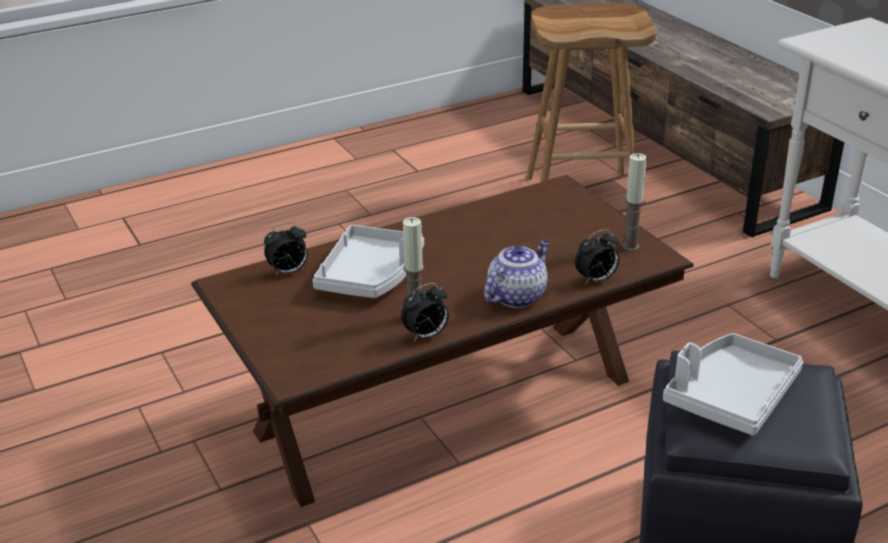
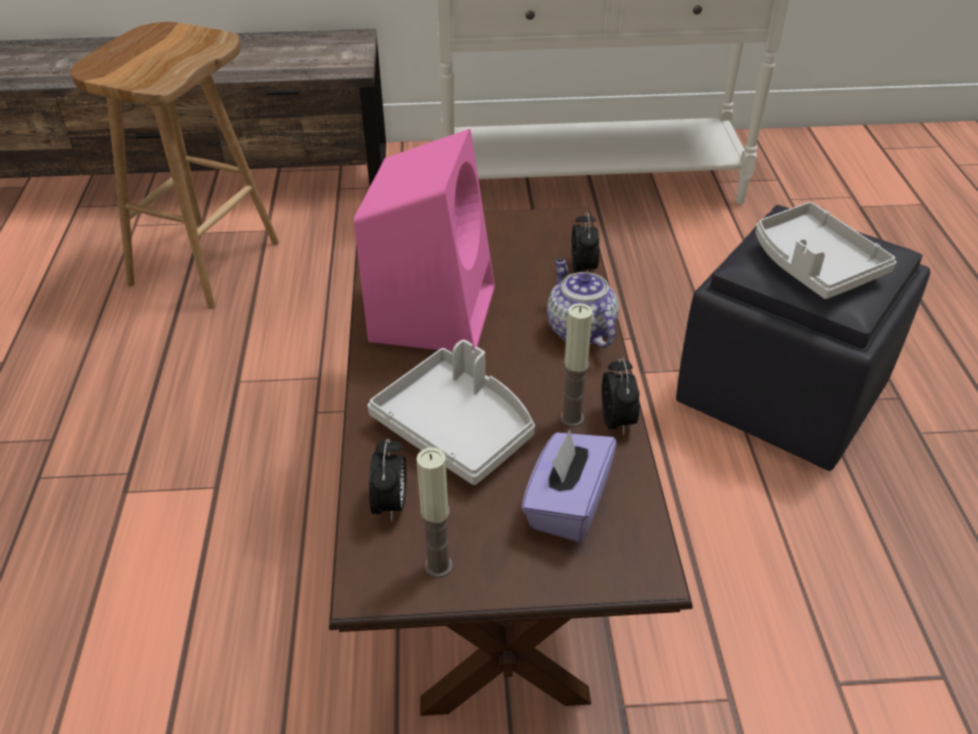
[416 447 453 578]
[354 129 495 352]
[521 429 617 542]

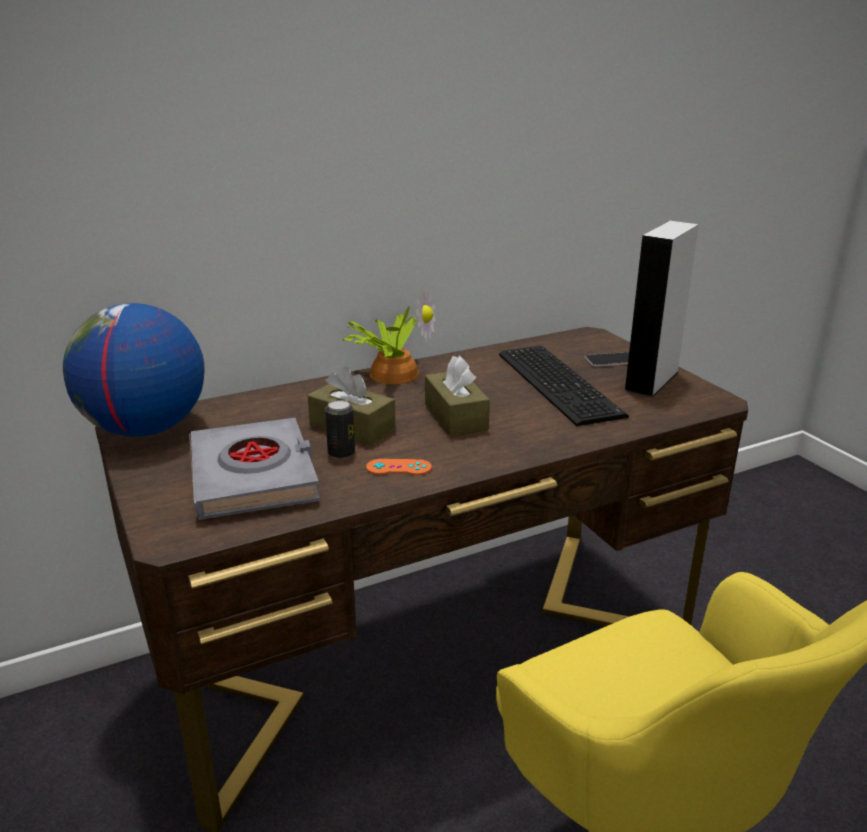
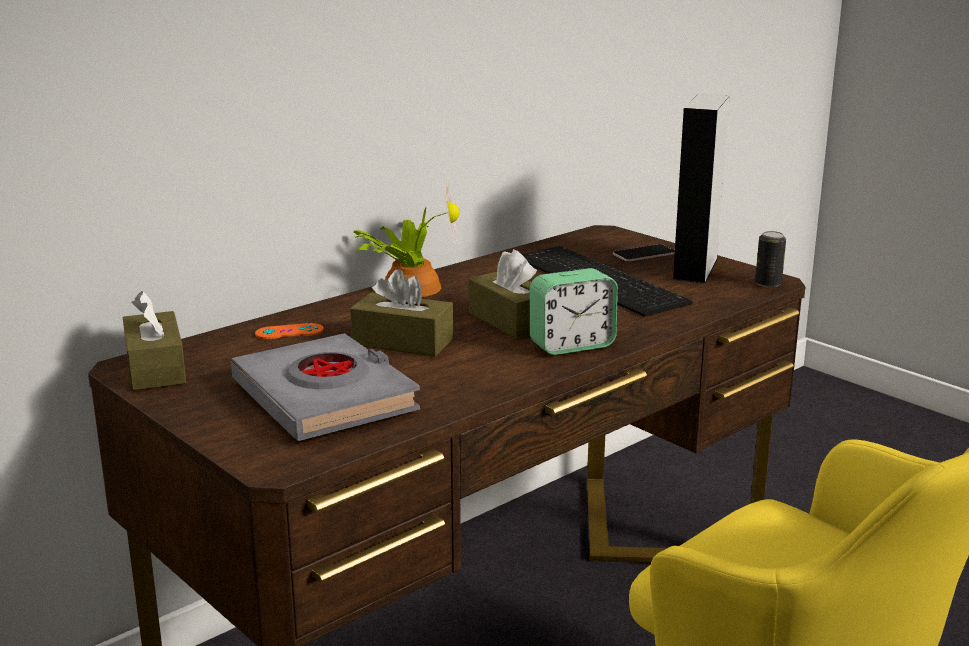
[123 291 186 391]
[755 231 786 288]
[255 323 324 339]
[530 268 618 355]

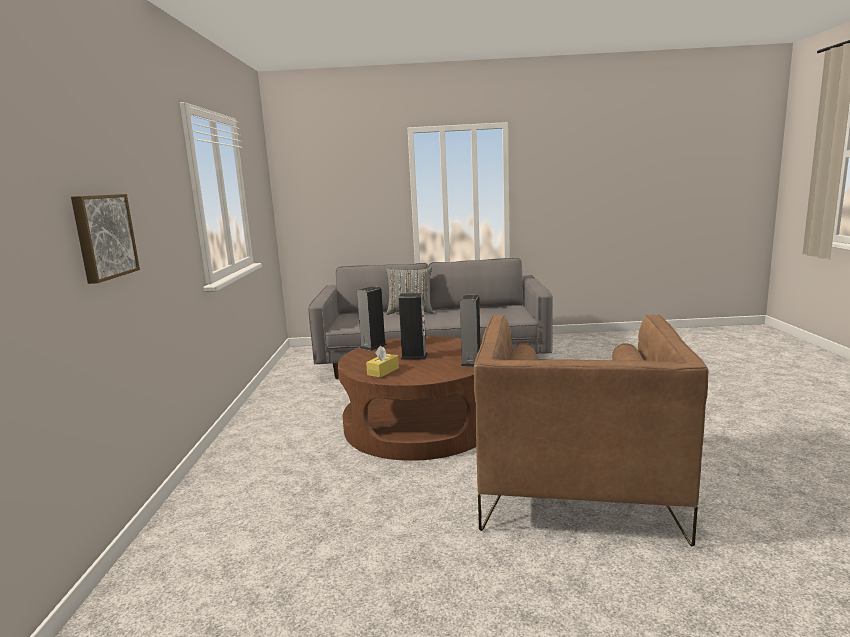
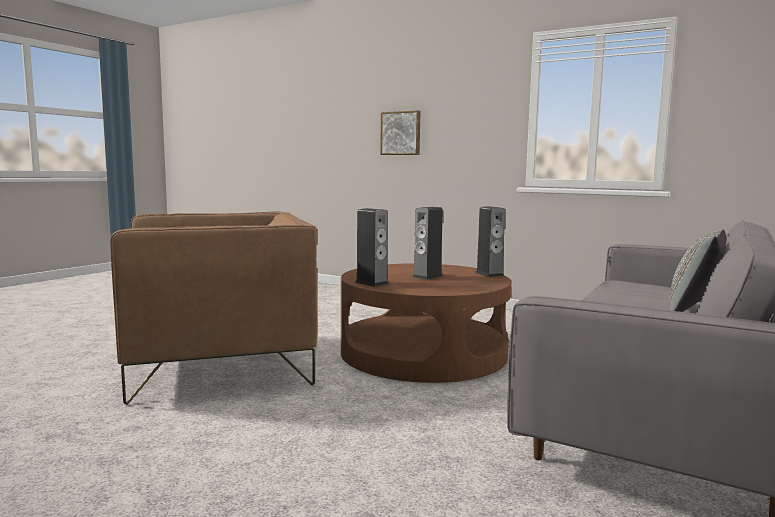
[110 211 317 405]
[366 346 399 378] (first image)

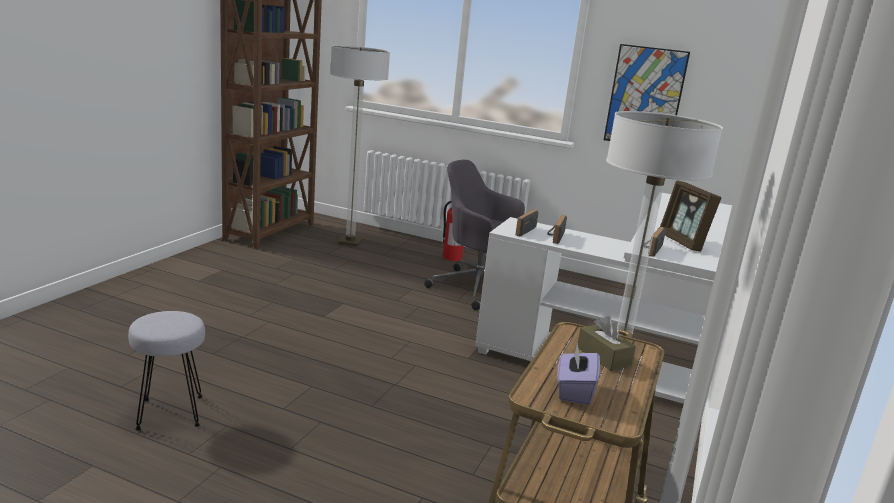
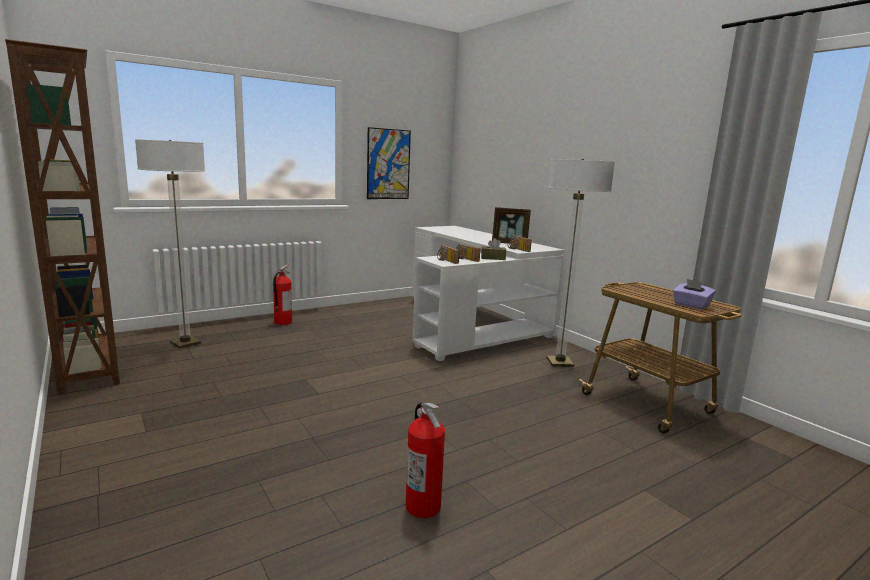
[424 160 525 310] (first image)
[406 402 445 518]
[481 238 506 260]

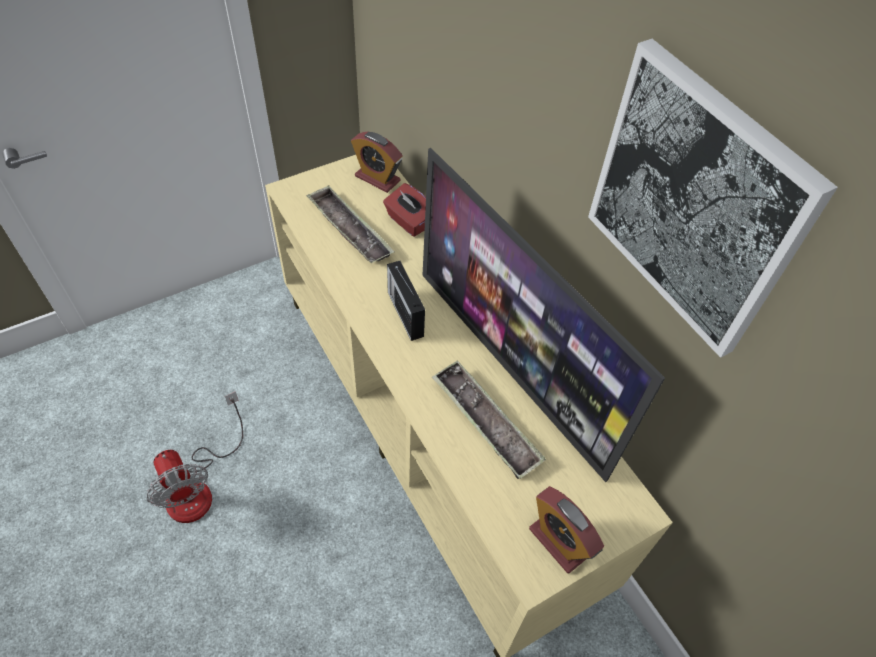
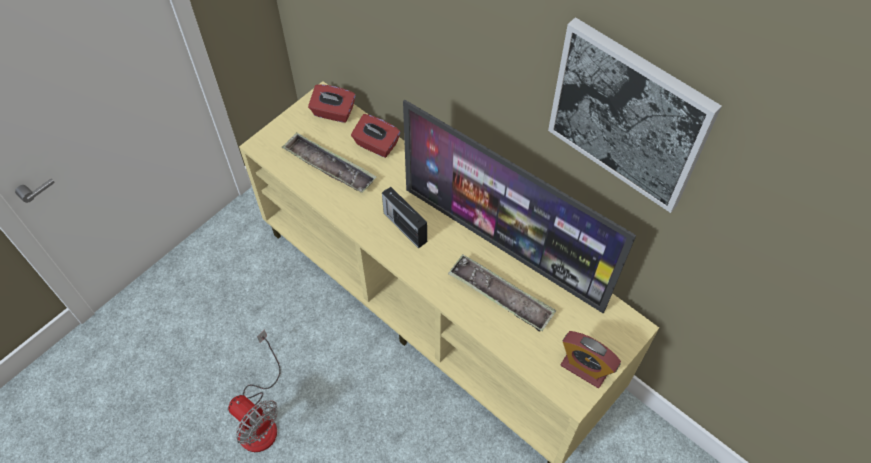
[308 84 356 123]

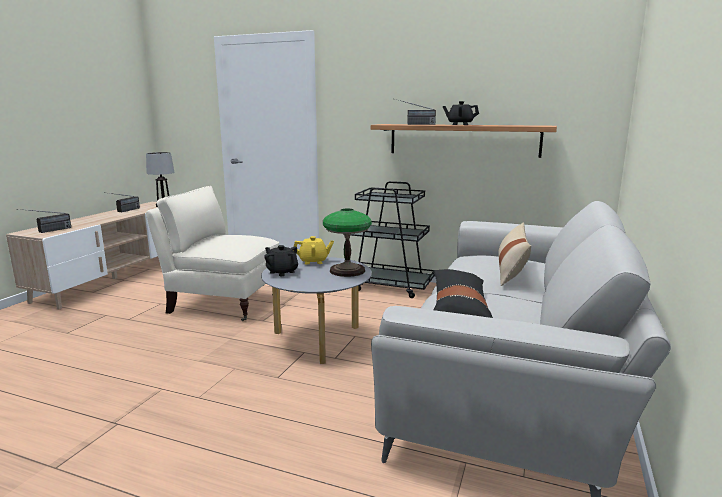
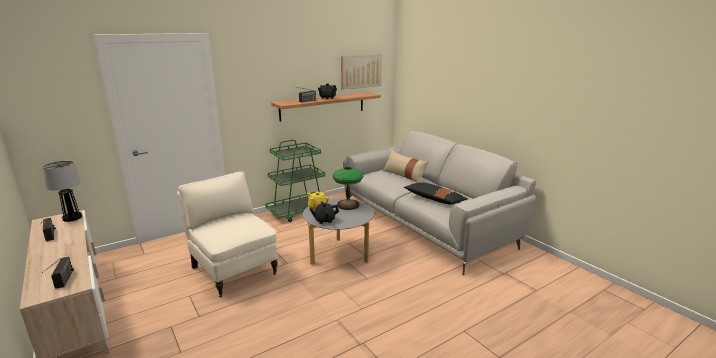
[265 140 325 222]
[177 172 278 297]
[341 54 382 90]

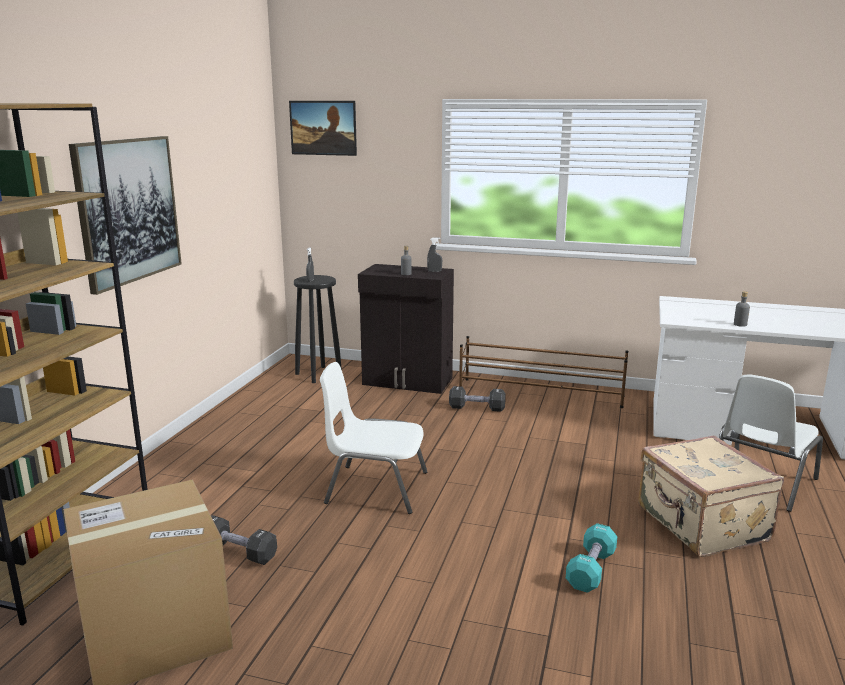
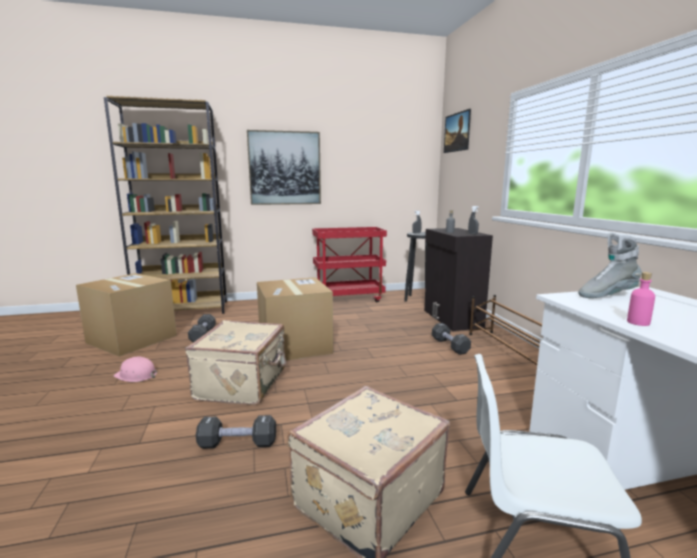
[627 272 655 326]
[257 277 333 361]
[196 415 276 449]
[312 227 387 302]
[578 233 642 298]
[185 320 286 405]
[114 356 157 382]

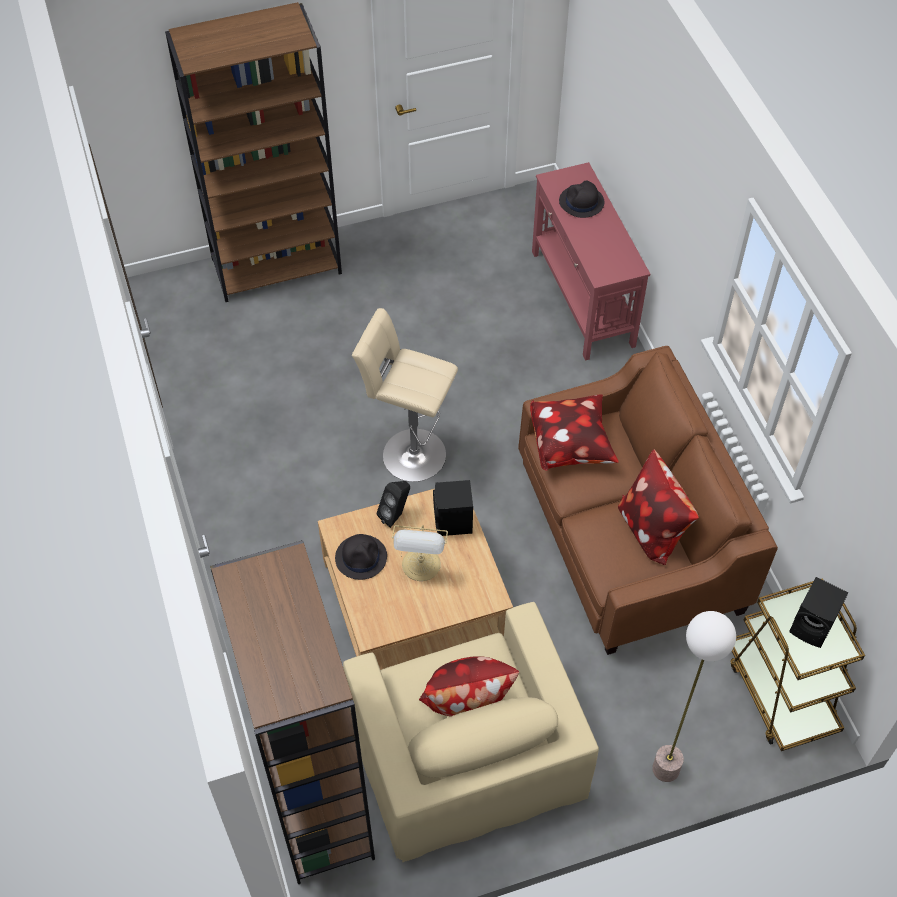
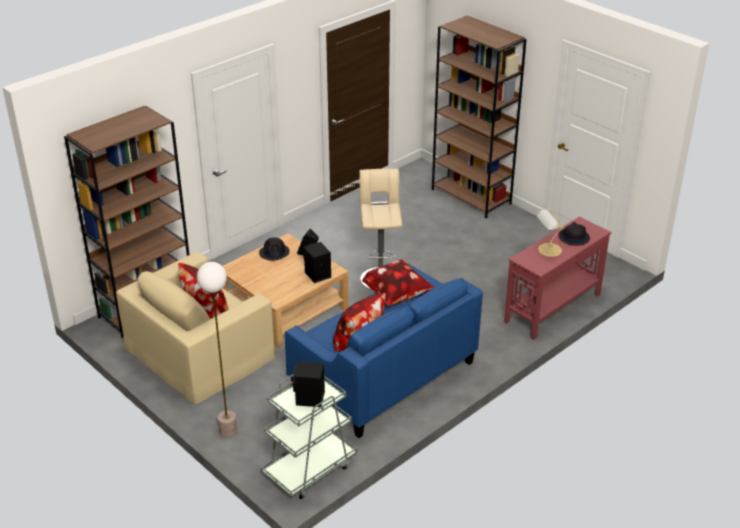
[285 263 483 438]
[537 209 564 257]
[261 374 358 499]

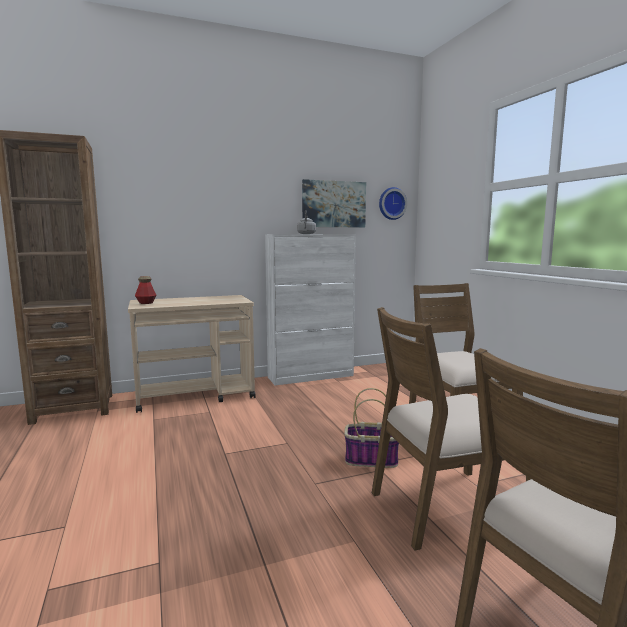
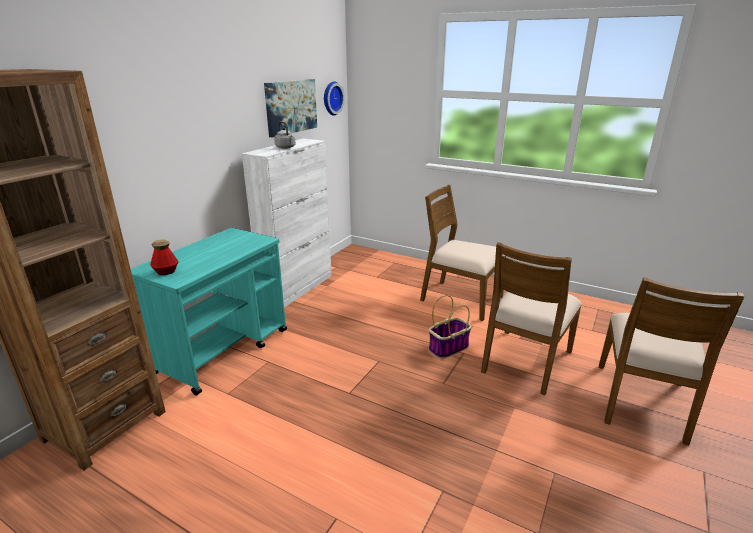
[131 228 287 396]

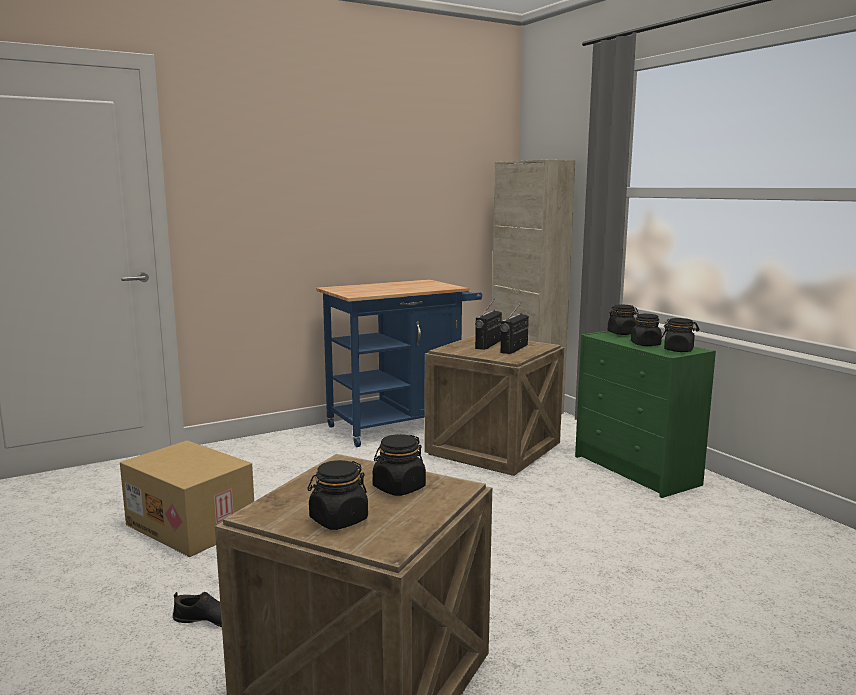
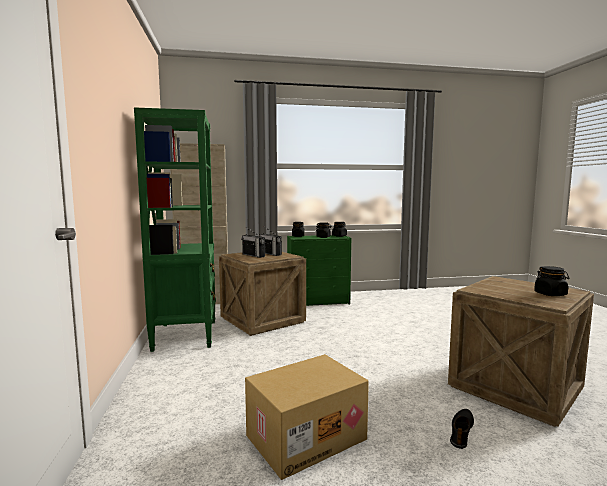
[134 107 216 352]
[373 434 426 496] (first image)

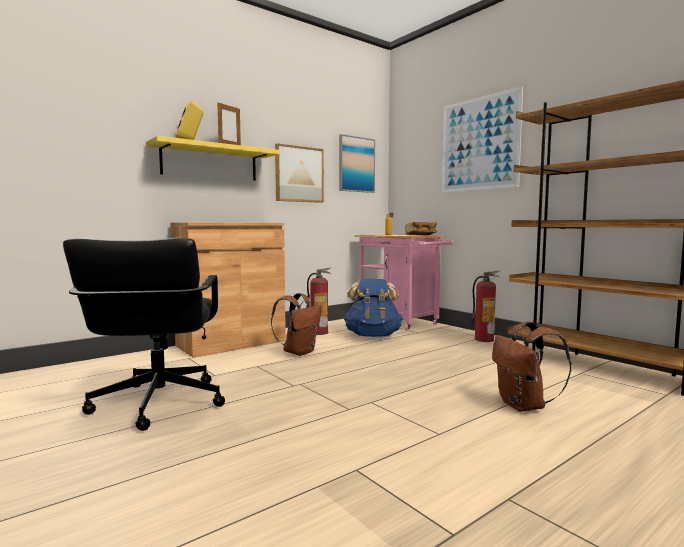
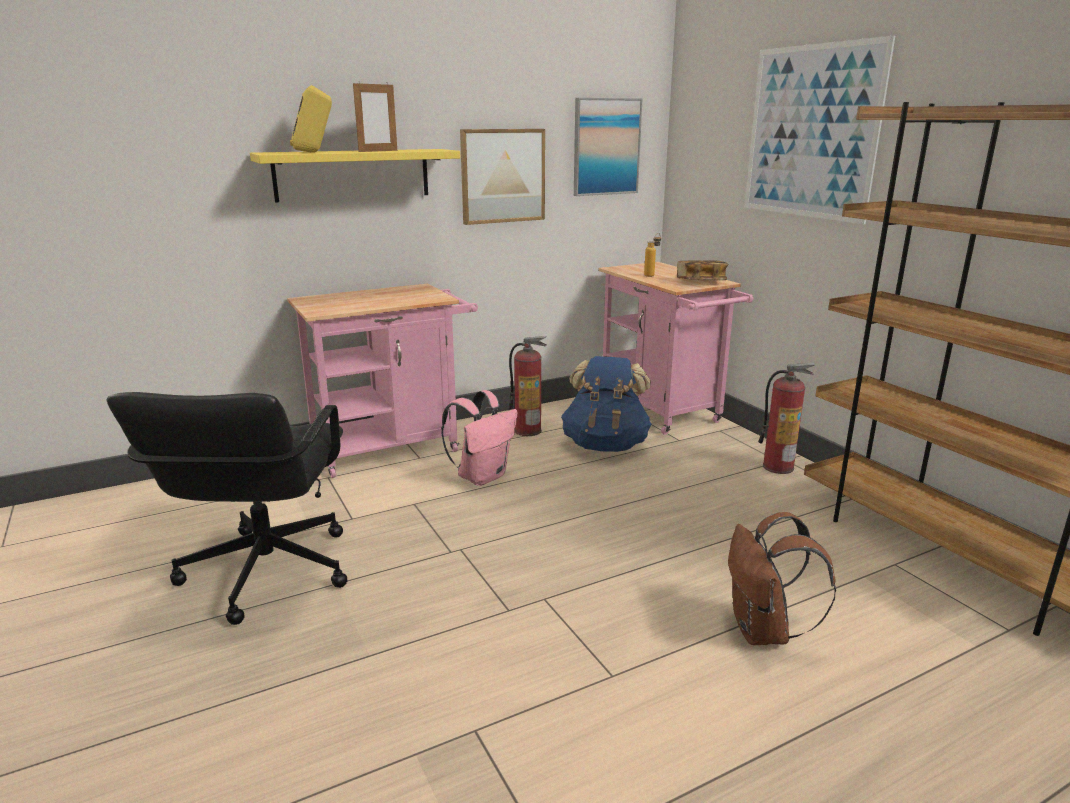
[287 284 478 478]
[441 390 517 486]

